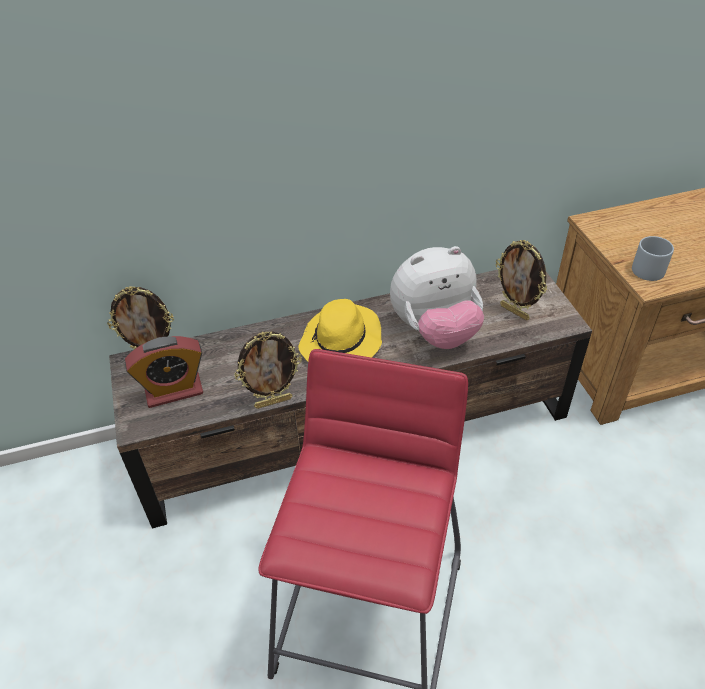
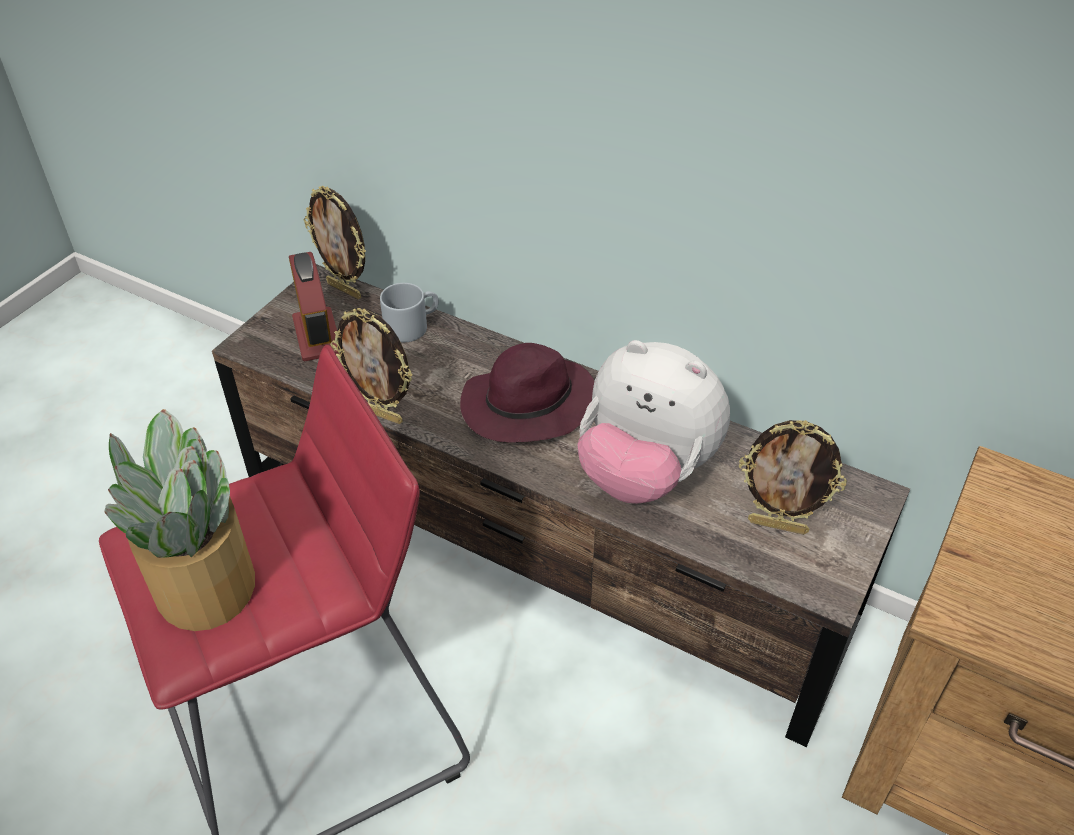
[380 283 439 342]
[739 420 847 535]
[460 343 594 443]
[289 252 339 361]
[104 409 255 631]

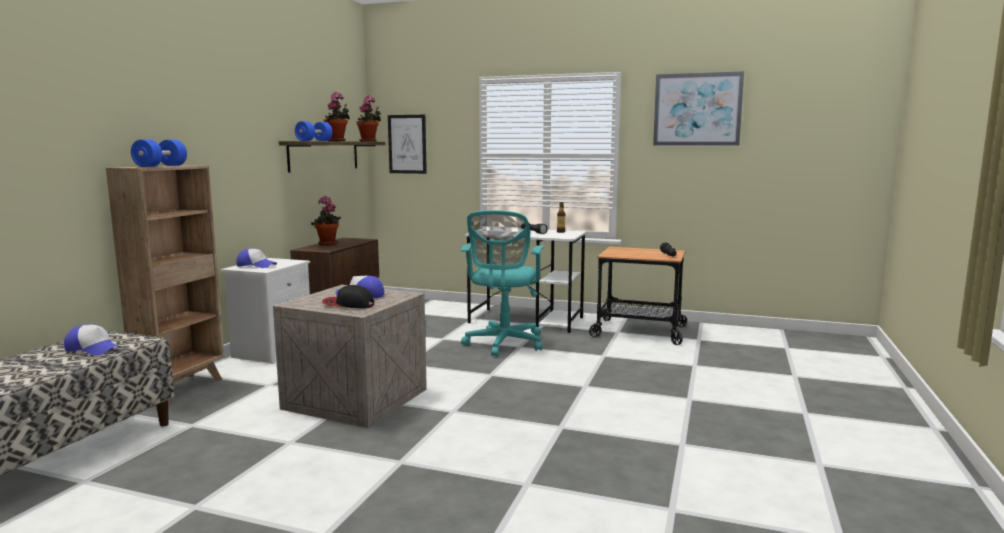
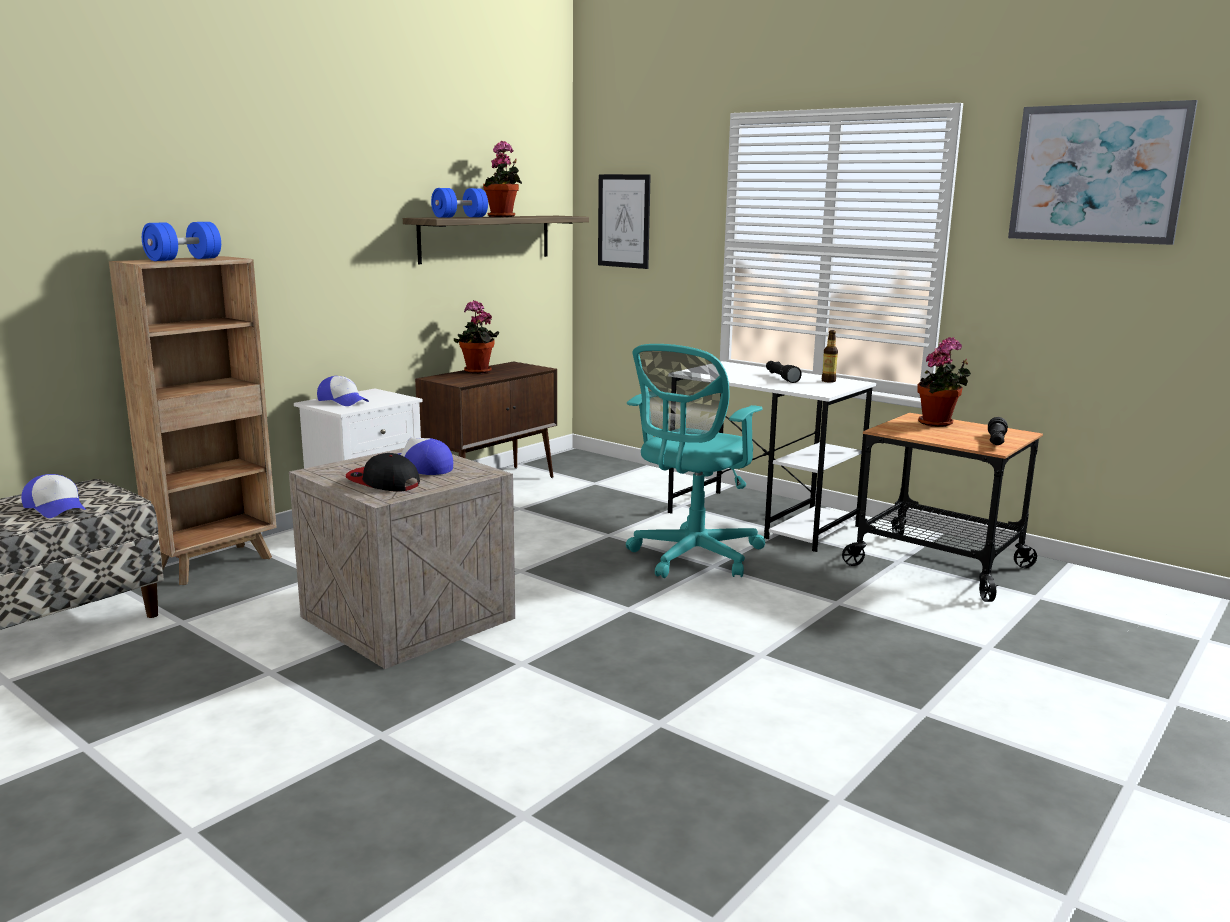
[917 337 971 427]

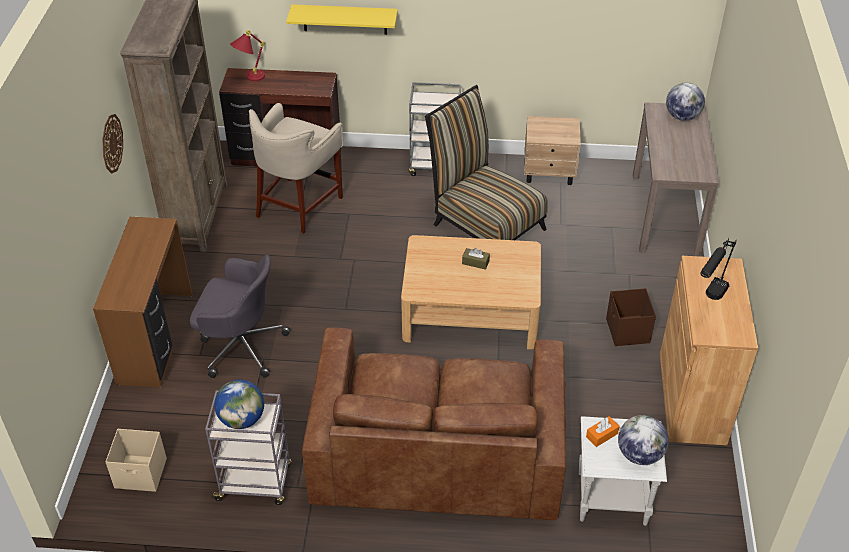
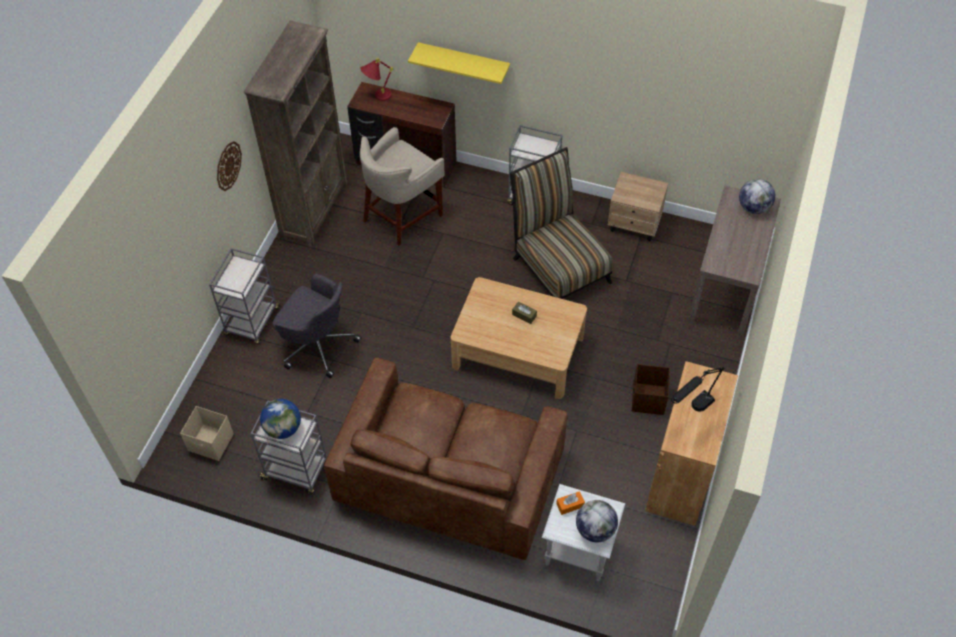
[209 248 281 345]

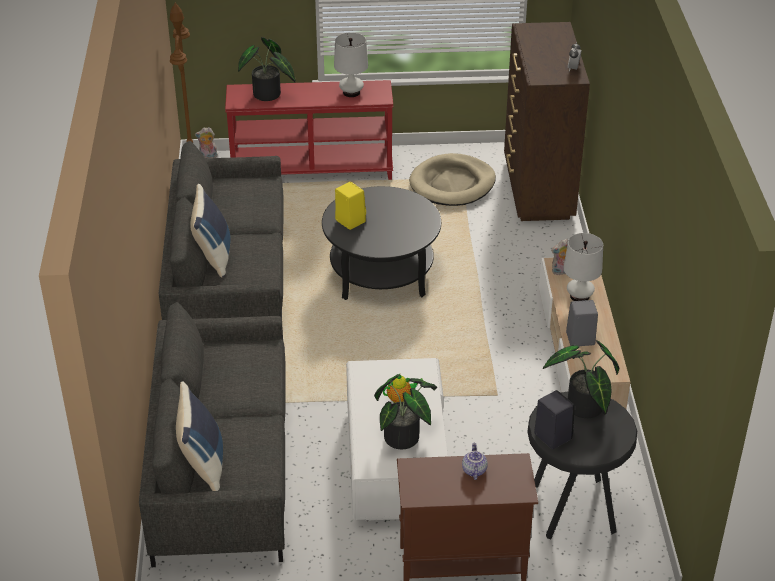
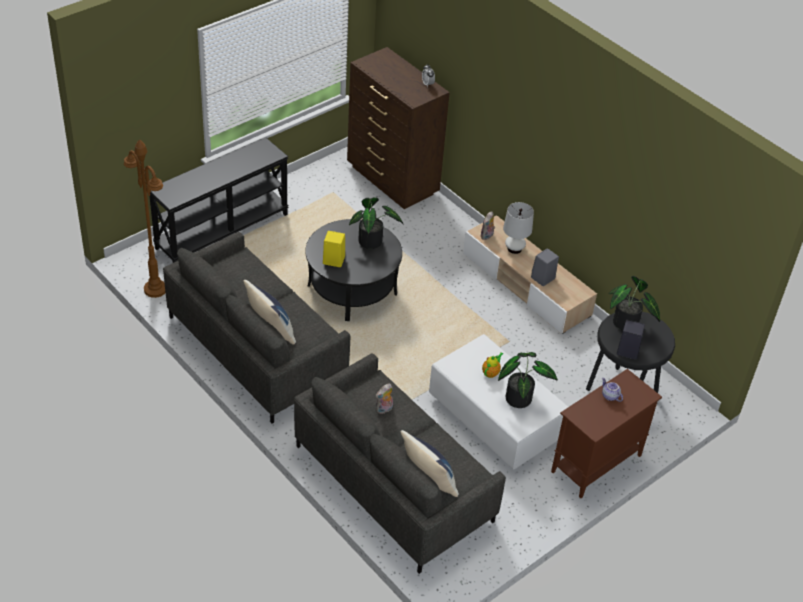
[334 33 368 97] (first image)
[349 197 403 249]
[150 137 289 263]
[376 384 393 414]
[409 153 496 206] (first image)

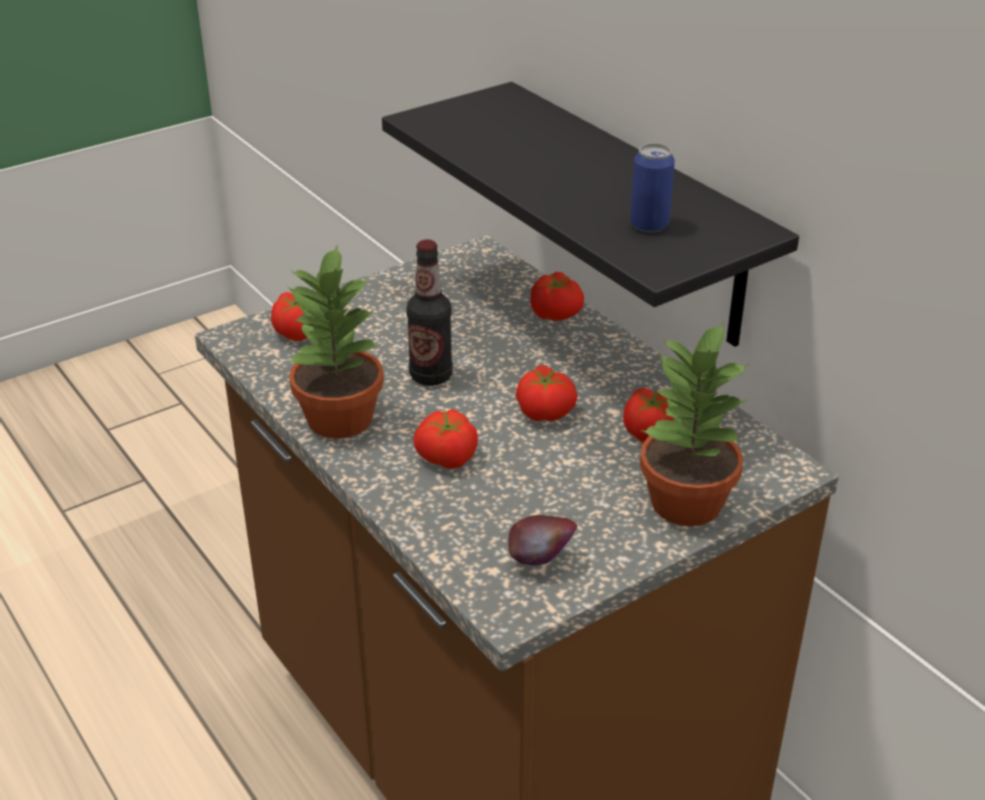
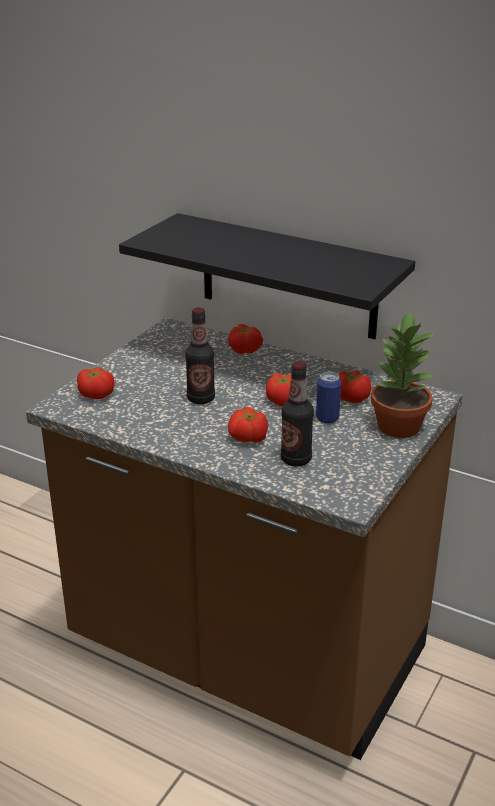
[316 372 341 424]
[287 244 384 439] (first image)
[508 515 577 565] (first image)
[281 361 314 466]

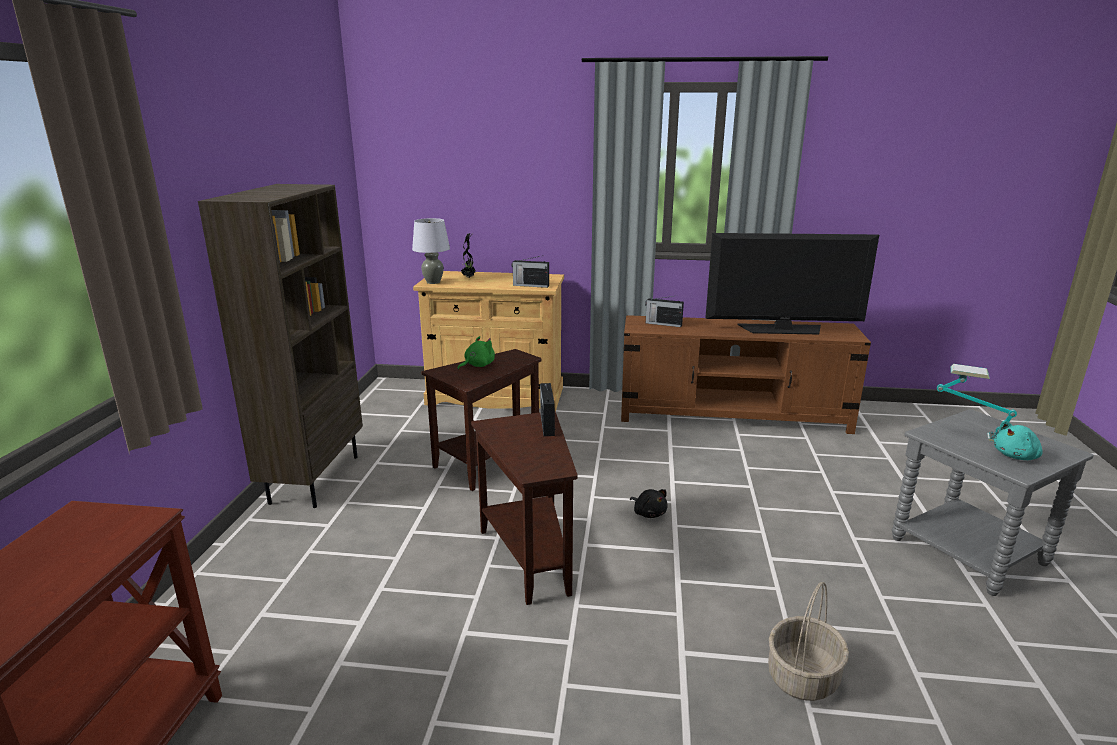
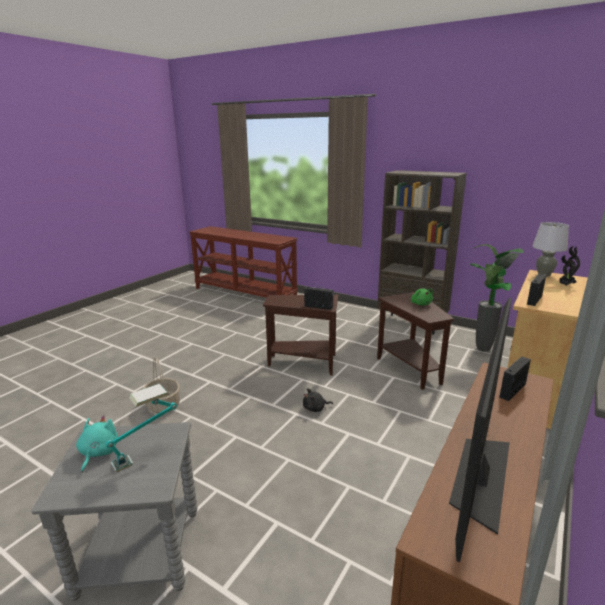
[470 244 524 352]

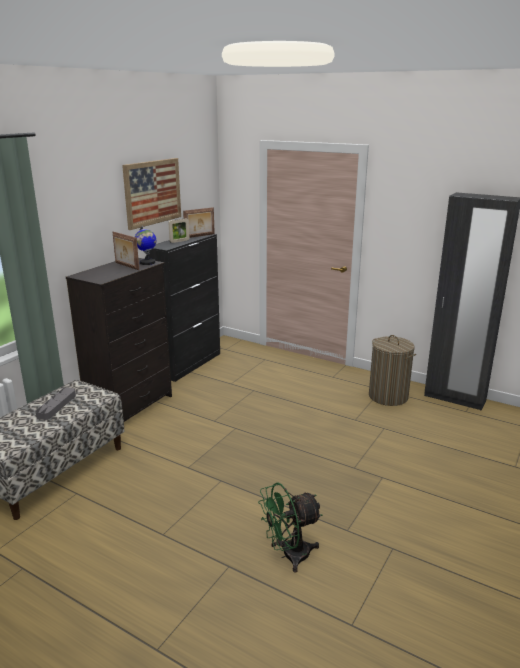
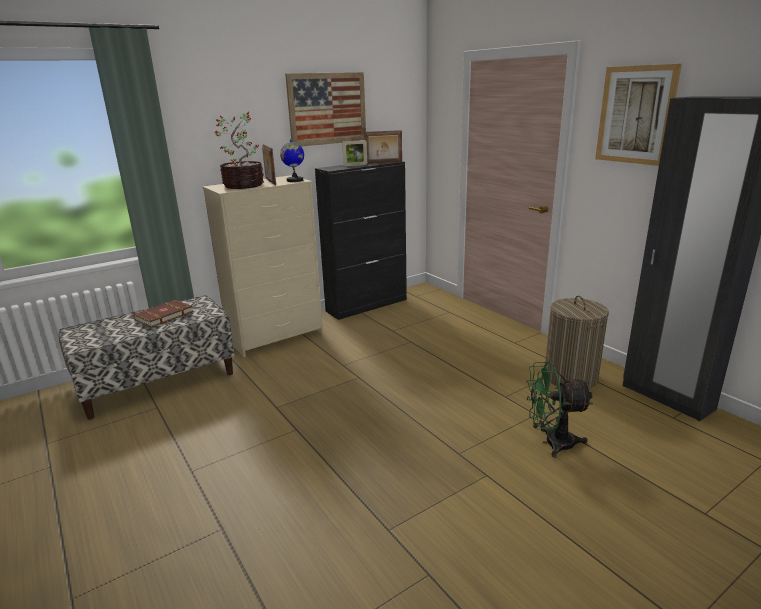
[203 175 323 357]
[133 300 193 327]
[526 362 593 458]
[595 64 682 166]
[214 111 264 189]

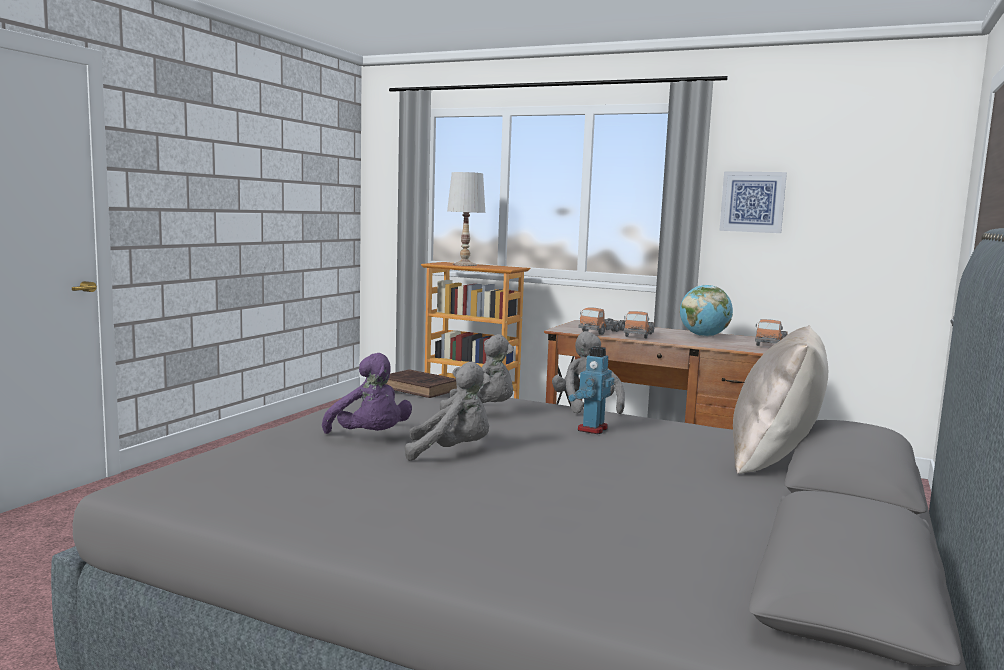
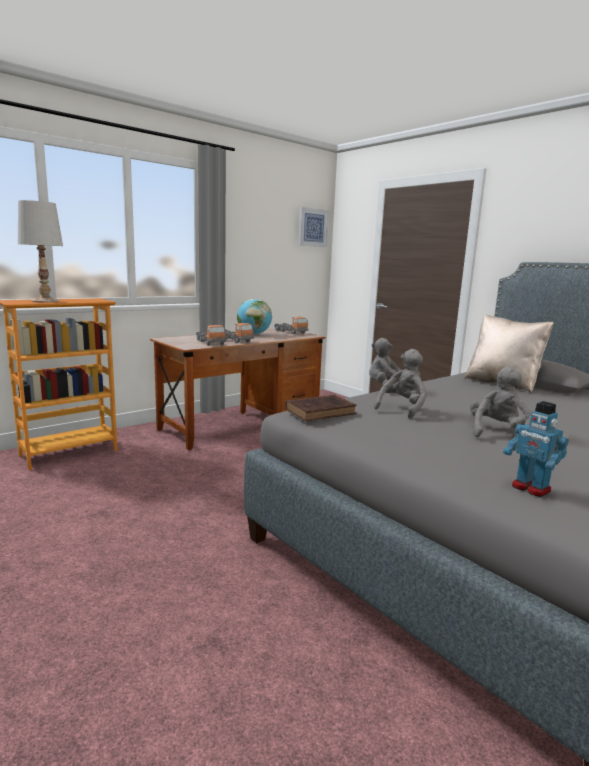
[299 207 328 247]
[503 401 569 497]
[322 353 412 434] (first image)

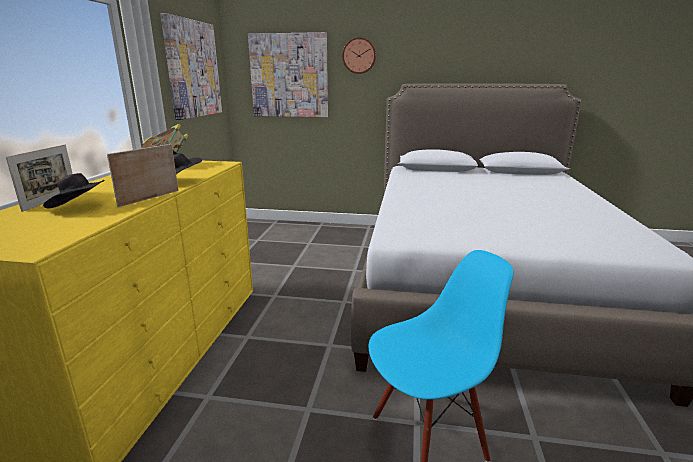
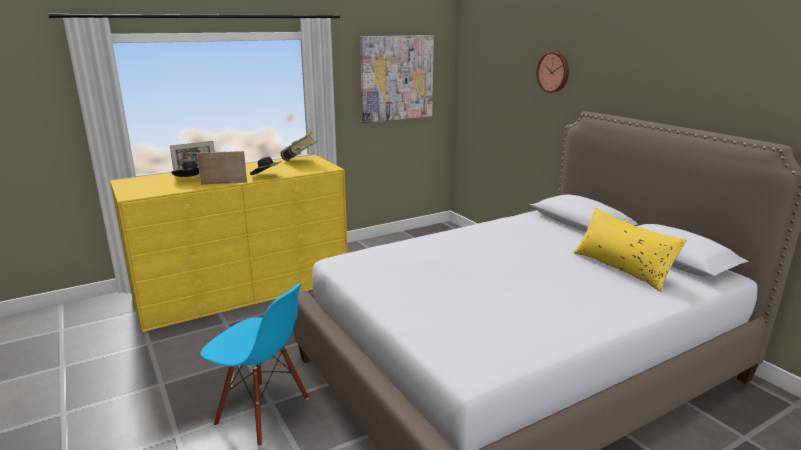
[248 32 328 117] (first image)
[573 208 687 292]

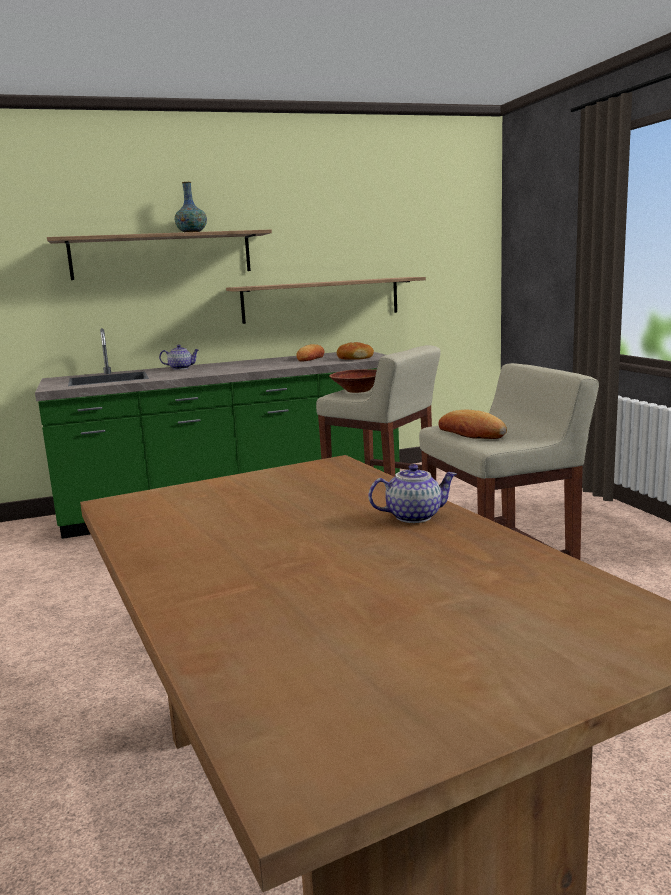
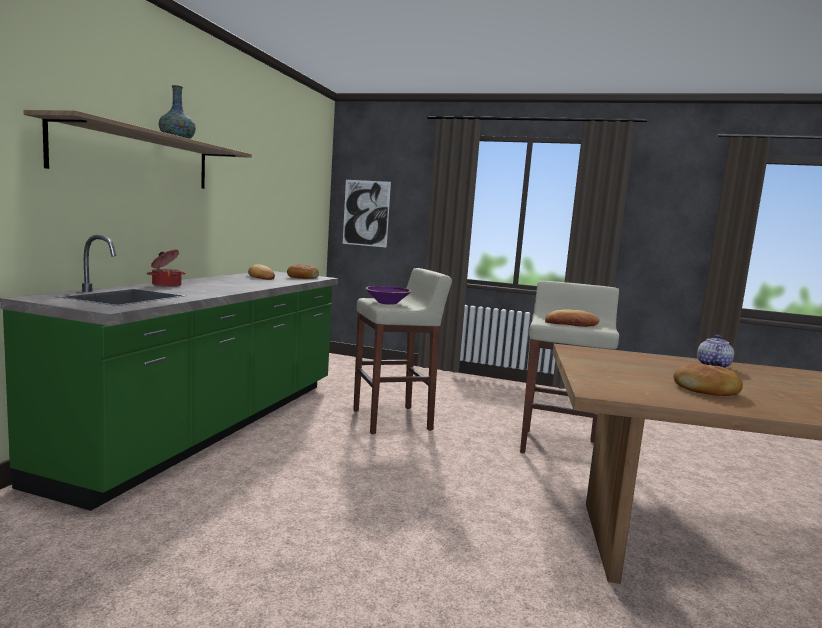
[226 277 426 324] (first image)
[147 250 186 287]
[366 286 412 305]
[343 180 391 248]
[673 364 743 396]

